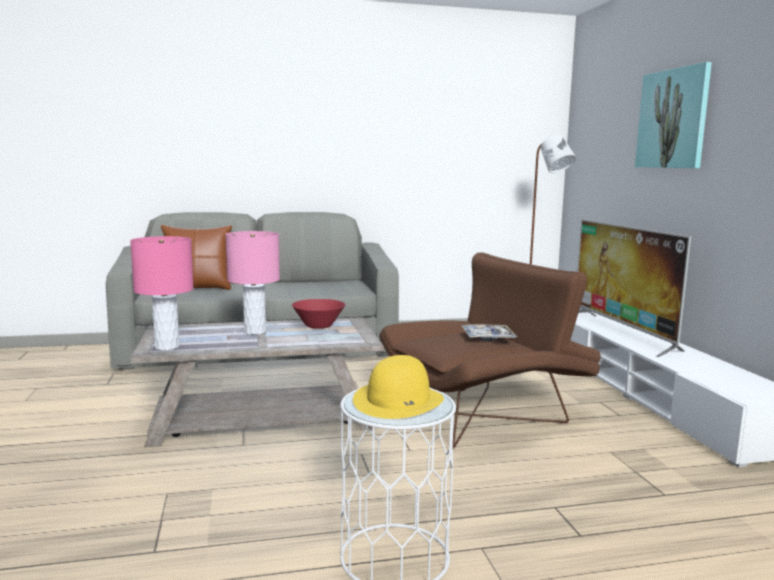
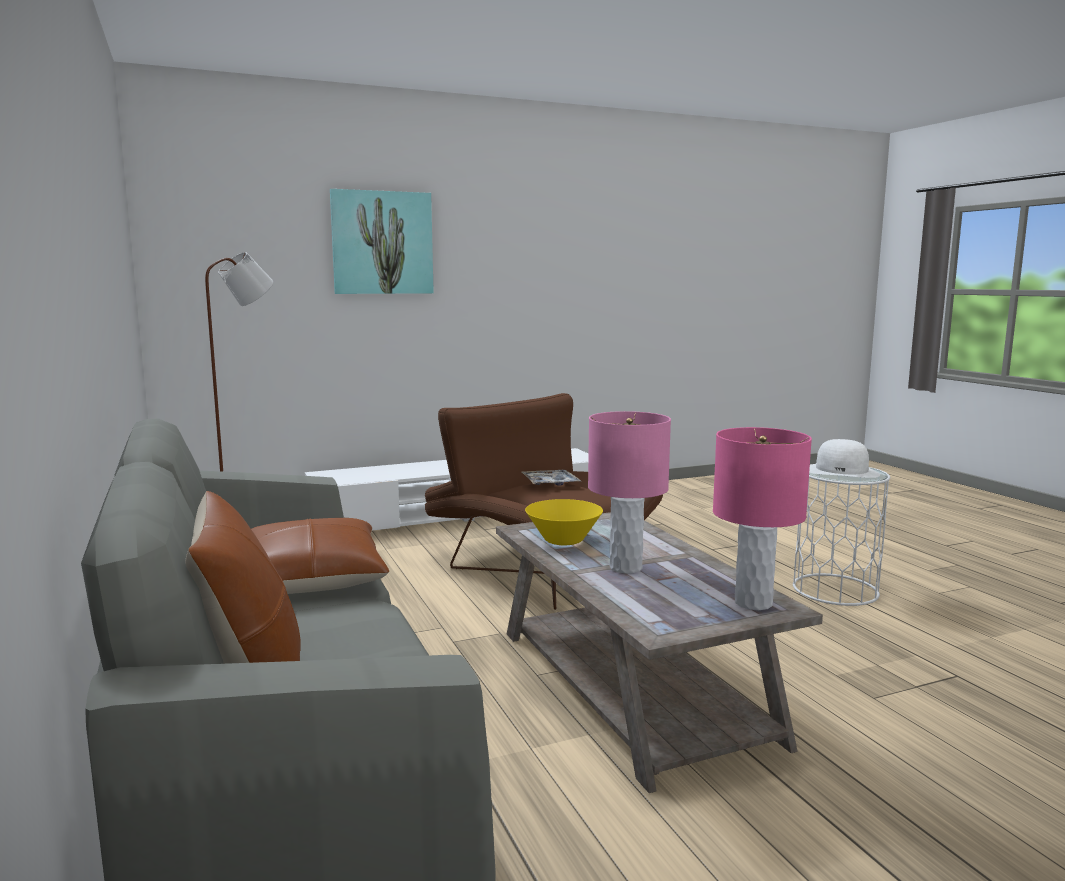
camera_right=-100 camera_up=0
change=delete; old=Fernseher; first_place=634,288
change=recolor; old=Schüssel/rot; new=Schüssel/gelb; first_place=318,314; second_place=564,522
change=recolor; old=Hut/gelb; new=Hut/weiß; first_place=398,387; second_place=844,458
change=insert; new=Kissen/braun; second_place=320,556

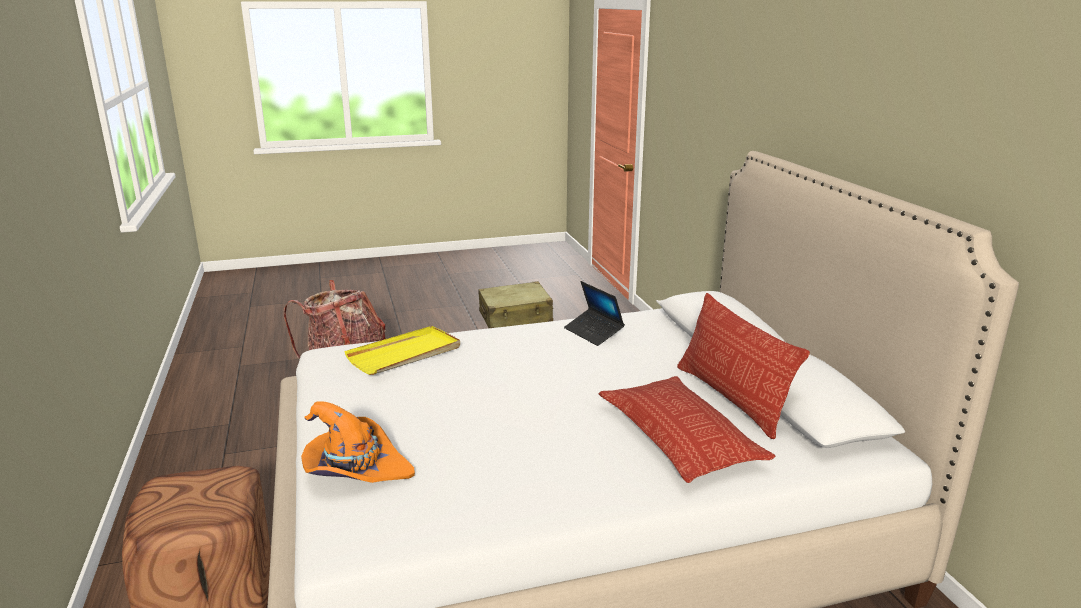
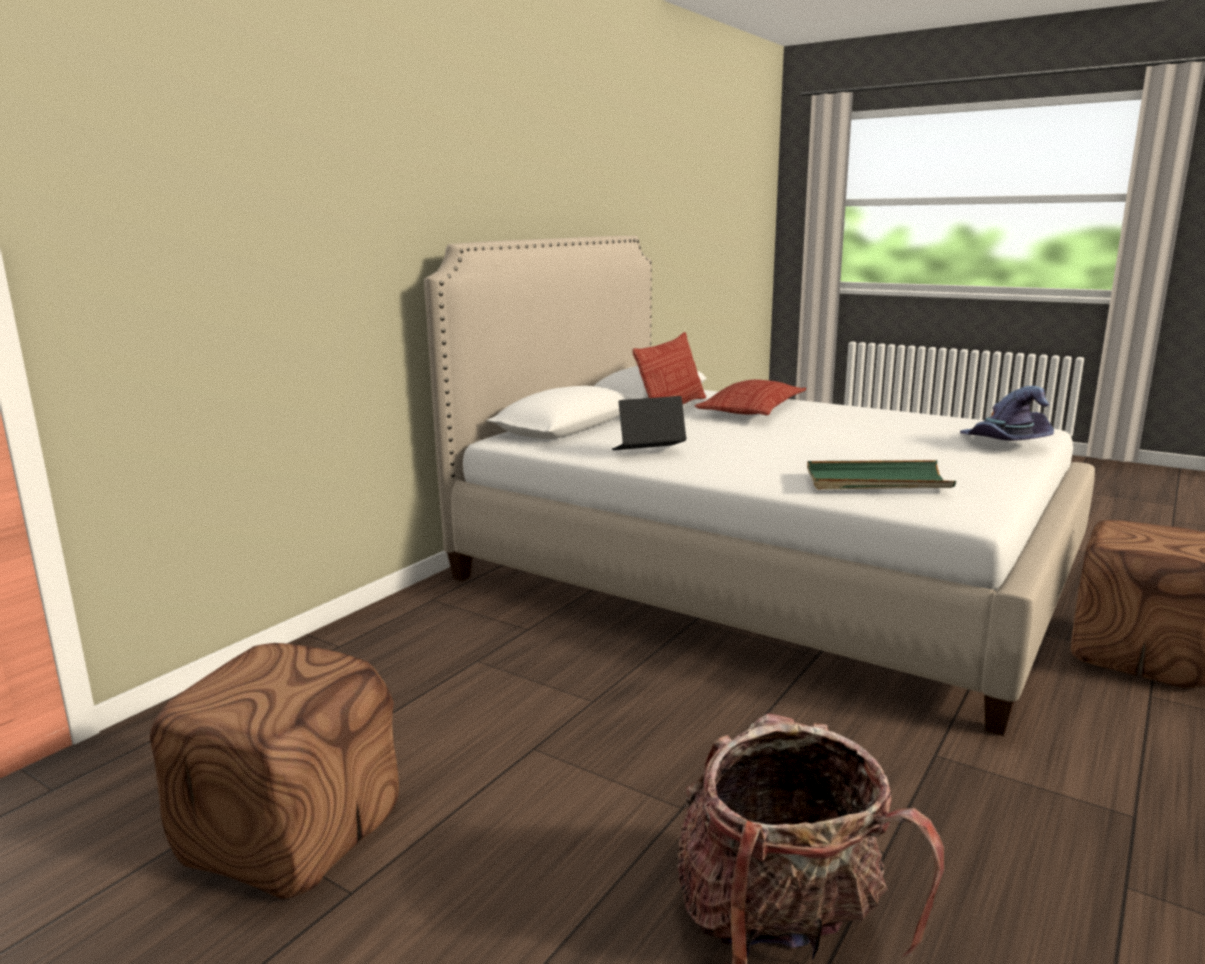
camera_right=-130 camera_up=-5
change=replace; old=Koffer/beige; new=Polsterhocker/braun; first_place=515,304; second_place=274,771
change=rotate; old=Laptop; first_place=594,313; second_place=649,423; degrees=-120
change=recolor; old=Tablett/gelb; new=Tablett/grün; first_place=402,350; second_place=881,474
change=recolor; old=Hut/orange; new=Hut/lila; first_place=358,442; second_place=1007,413

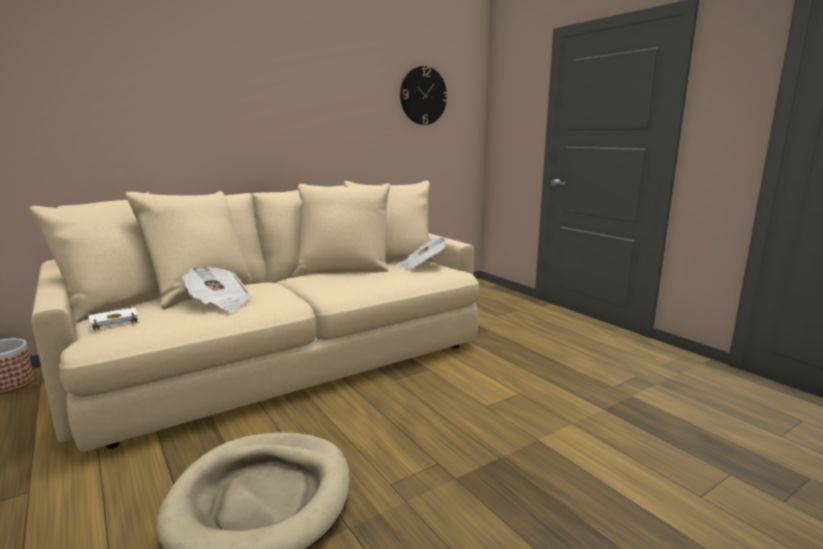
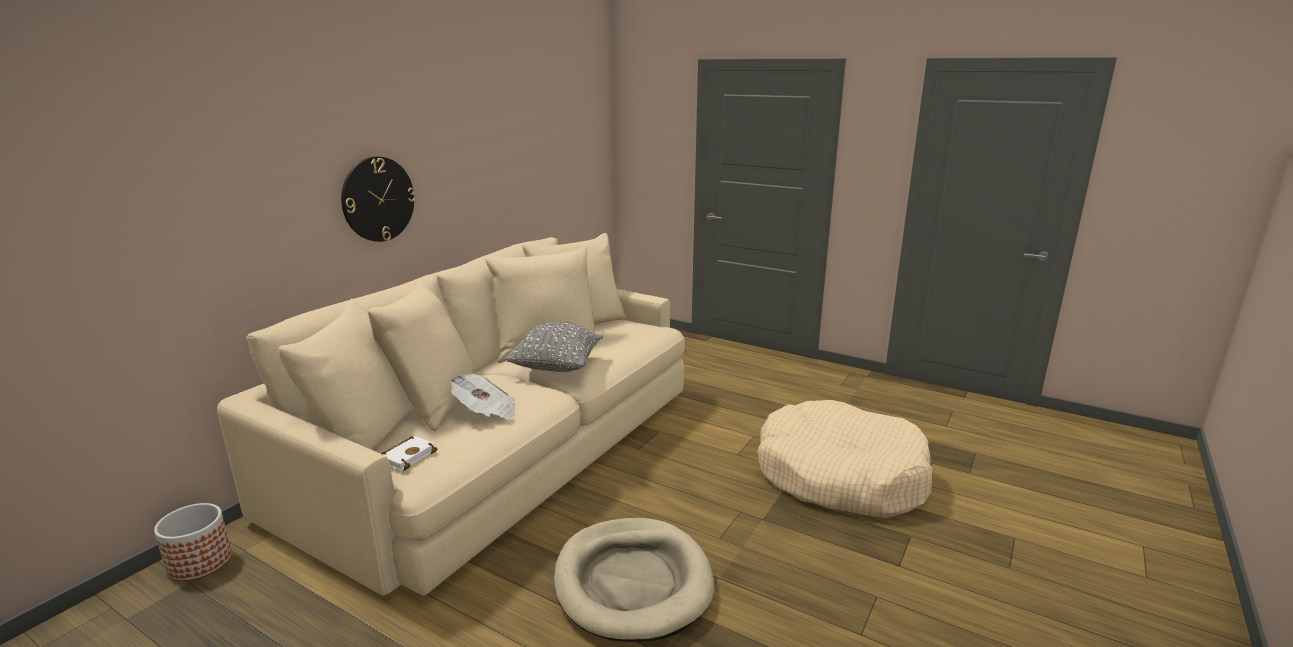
camera_right=-25 camera_up=5
change=move; old=Wanduhr; first_place=424,95; second_place=378,199
change=delete; old=Zeitung; first_place=421,253
change=insert; new=Kissen/grau; second_place=553,347
change=insert; new=Hundebett/beige; second_place=844,459

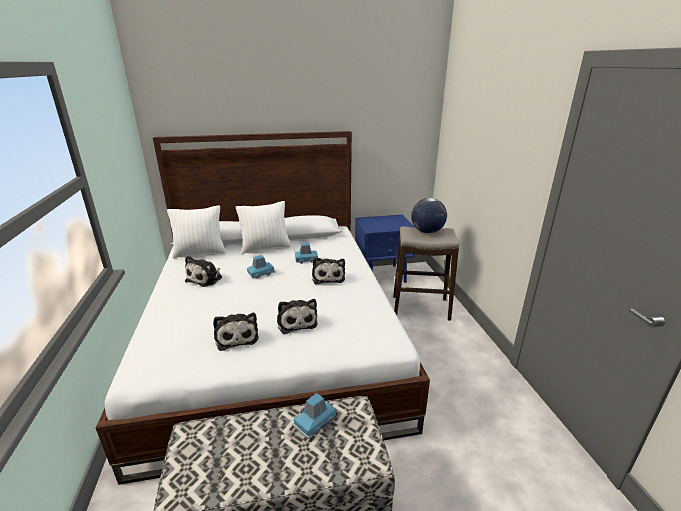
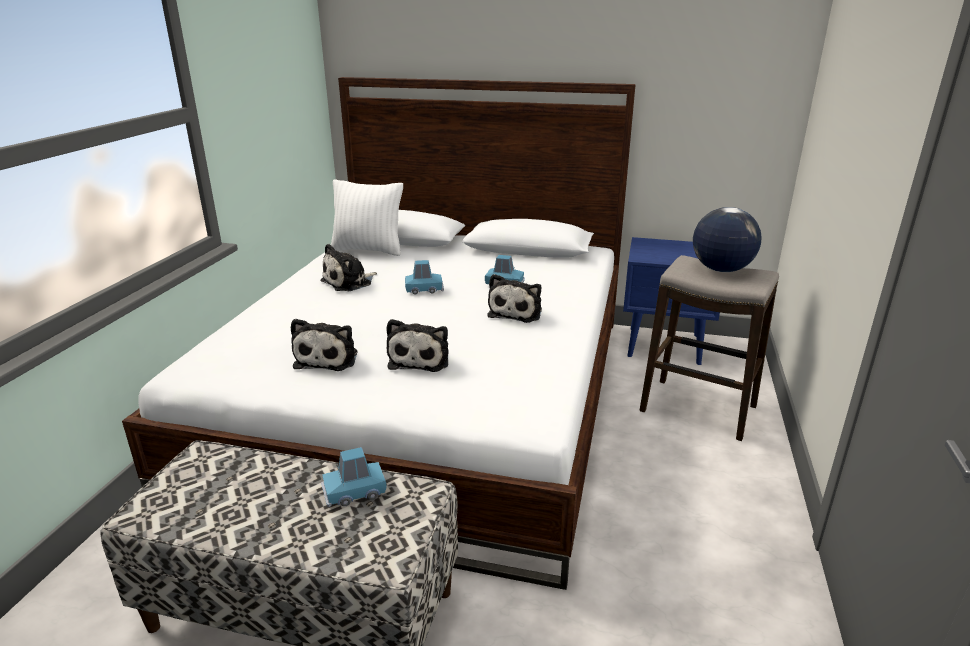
camera_right=25 camera_up=0
change=delete; old=Kissen/weiß; first_place=263,227

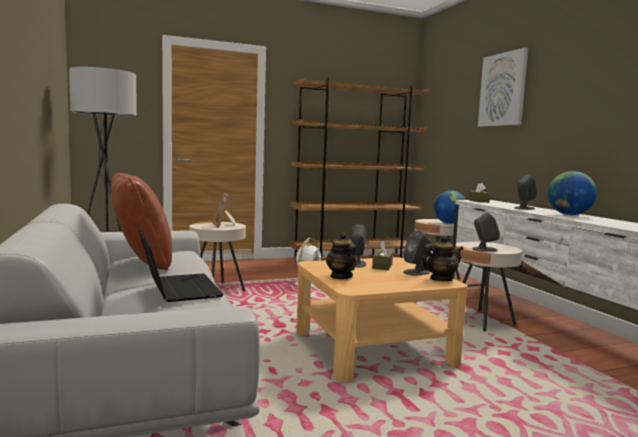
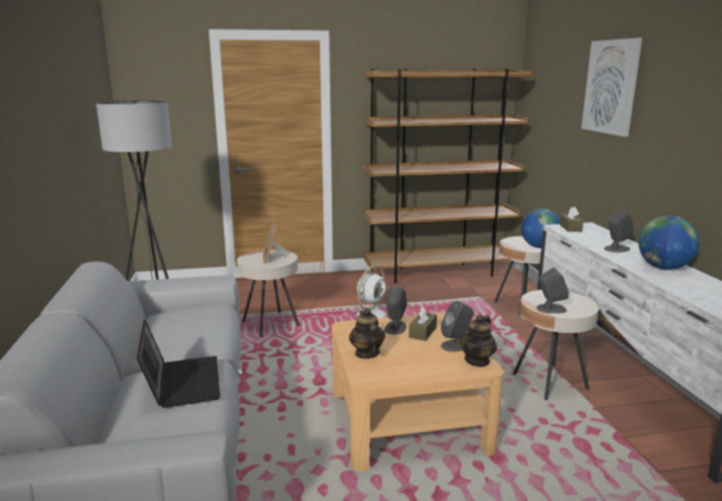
camera_right=10 camera_up=10
change=delete; old=Kissen/braun; first_place=141,221
change=rotate; old=Teekanne; first_place=442,258; second_place=478,341; degrees=135

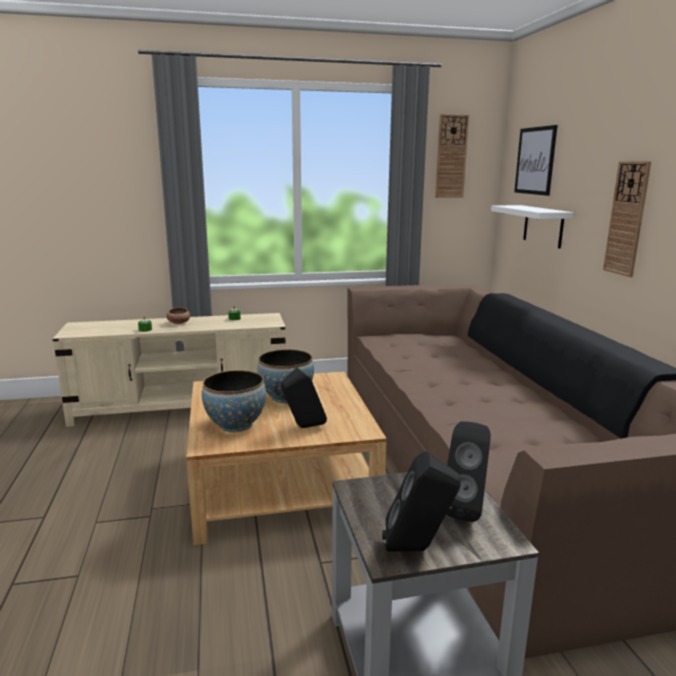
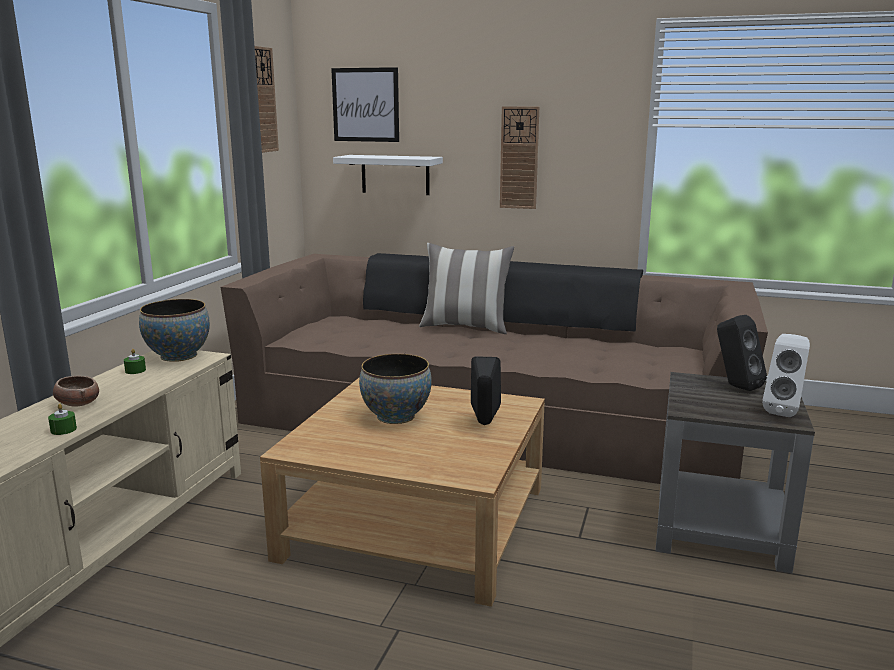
camera_right=-60 camera_up=0
change=move; old=Schüssel; first_place=234,401; second_place=174,330
change=recolor; old=Lautsprecher/schwarz; new=Lautsprecher/weiß; first_place=421,501; second_place=786,375
change=insert; new=Kissen; second_place=466,288

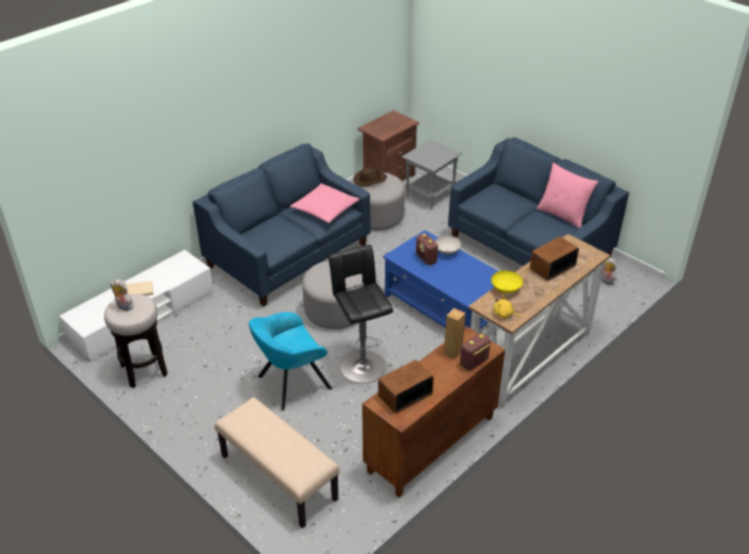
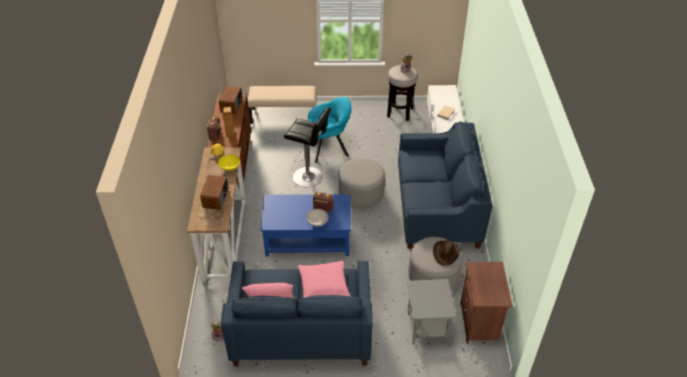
camera_right=135 camera_up=5
change=move; old=Kissen/rosa; first_place=325,203; second_place=324,279
change=rotate; old=Sessel/türkis; first_place=291,361; second_place=329,130; degrees=60

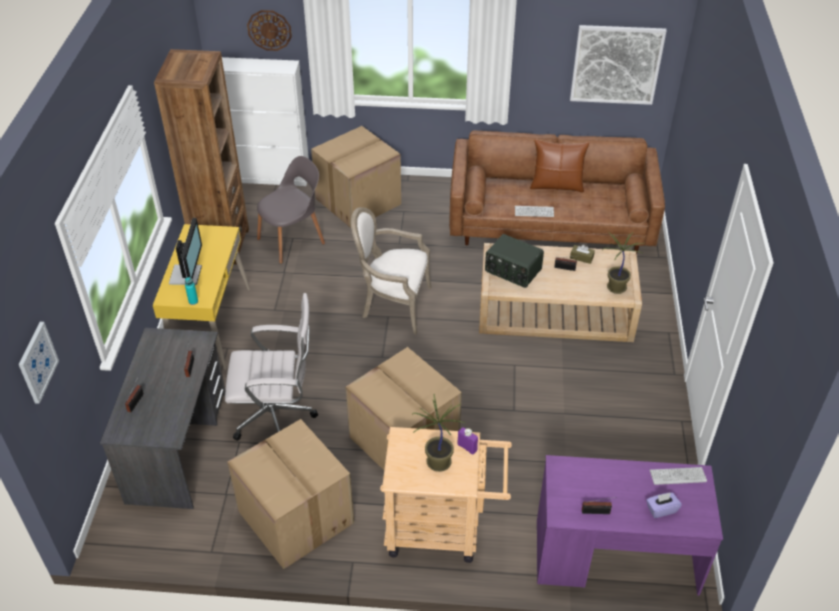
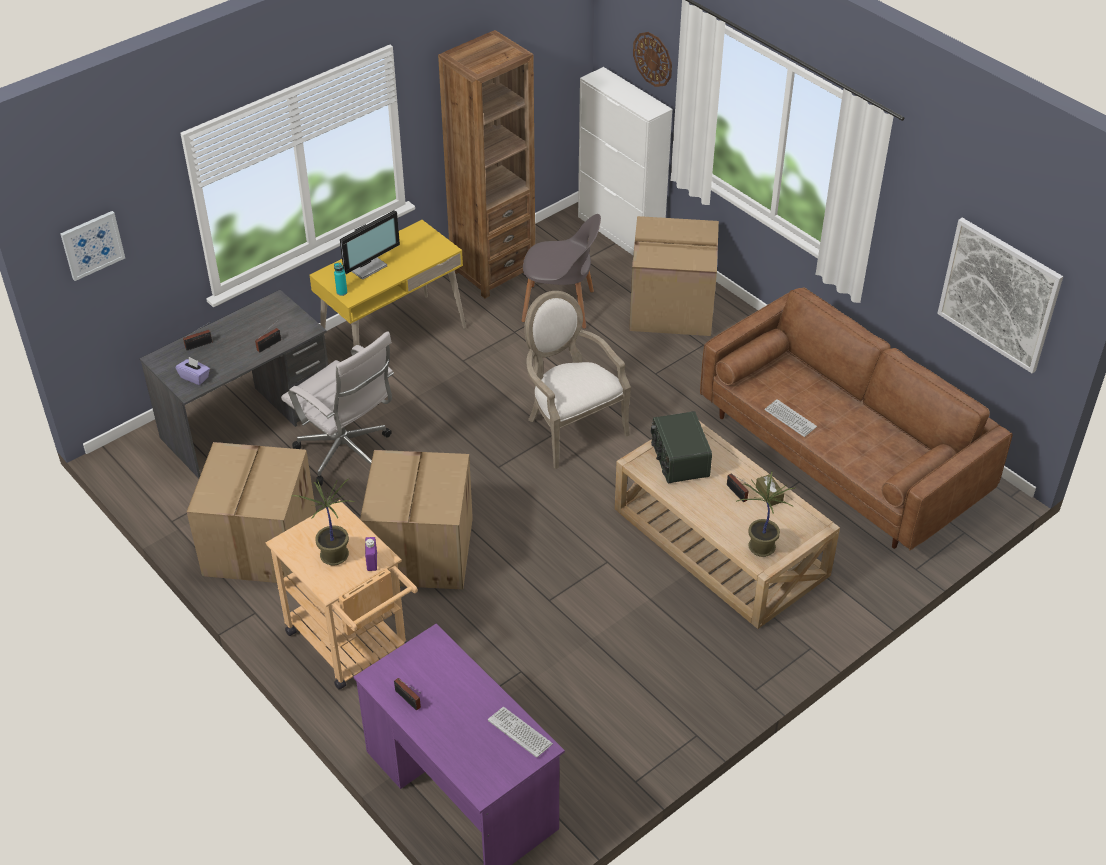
camera_right=45 camera_up=0
change=delete; old=Kissen/braun; first_place=559,166
change=move; old=Taschentuchbox/lila; first_place=664,505; second_place=193,371

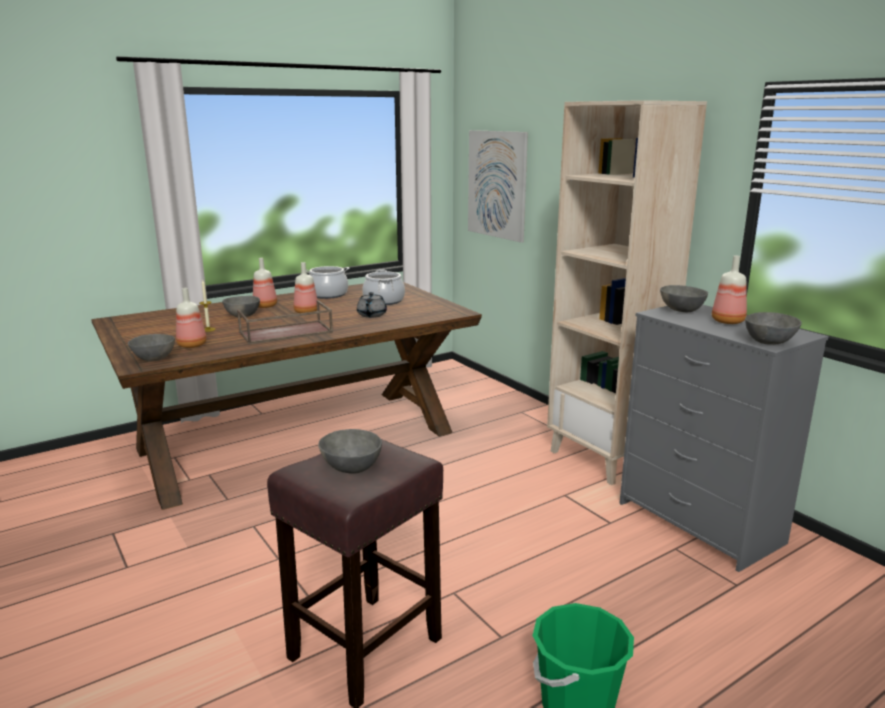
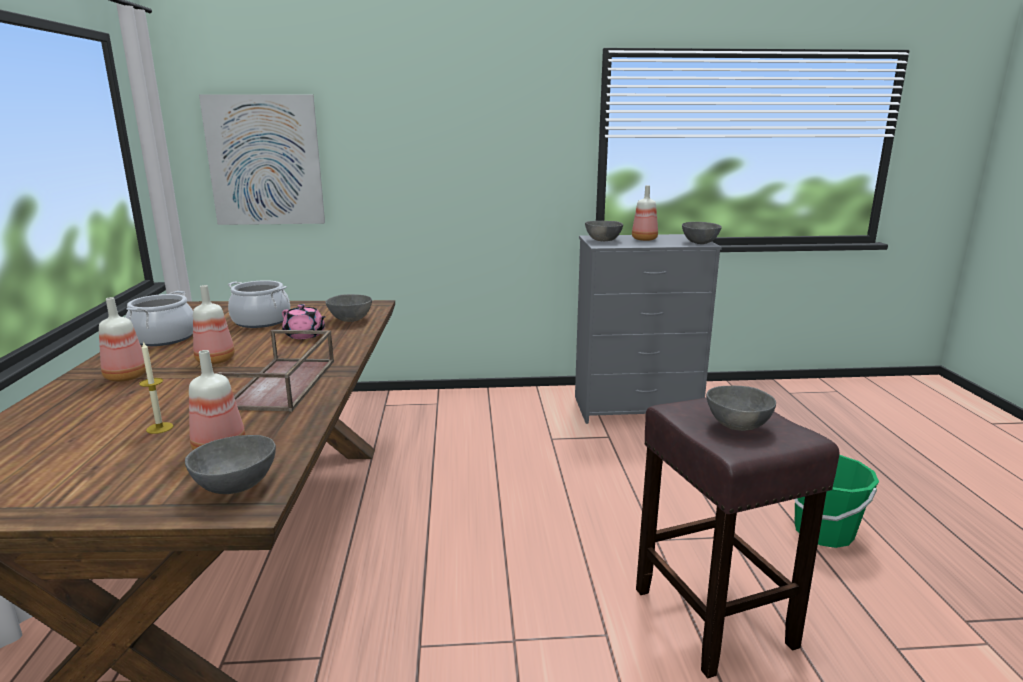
camera_right=-60 camera_up=0
change=delete; old=Bücherregal/beige; first_place=627,292
change=recolor; old=Teekanne/grau; new=Teekanne/rosa; first_place=372,305; second_place=304,321
change=move; old=Schüssel/grau; first_place=241,306; second_place=348,308

